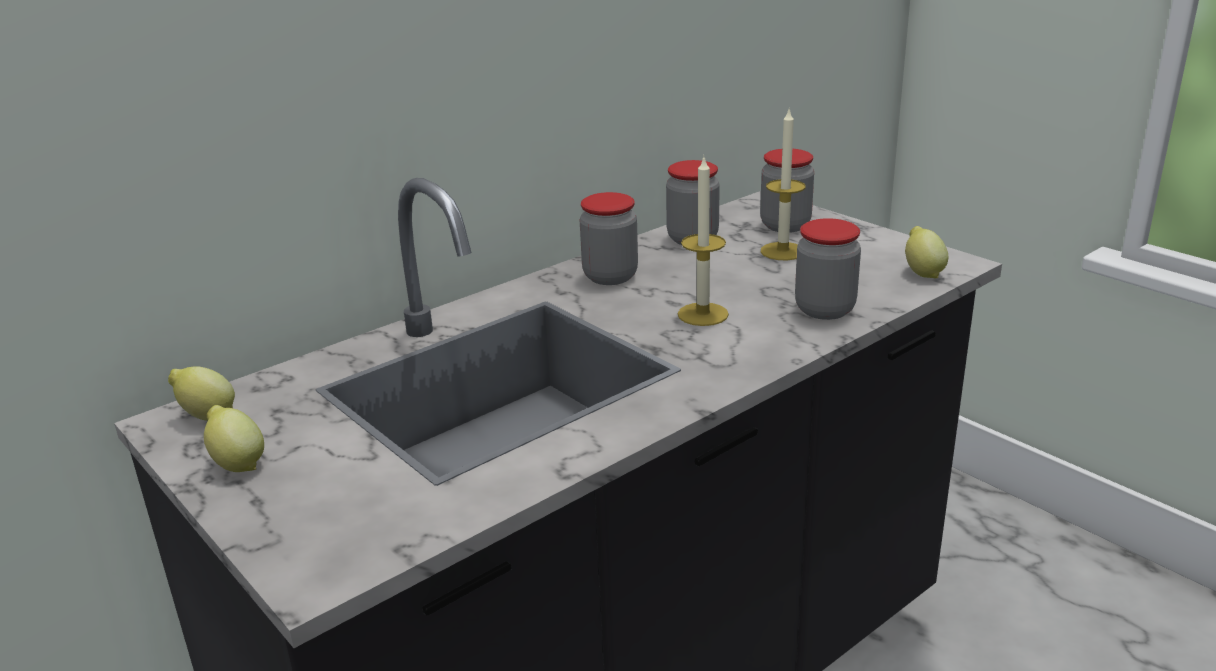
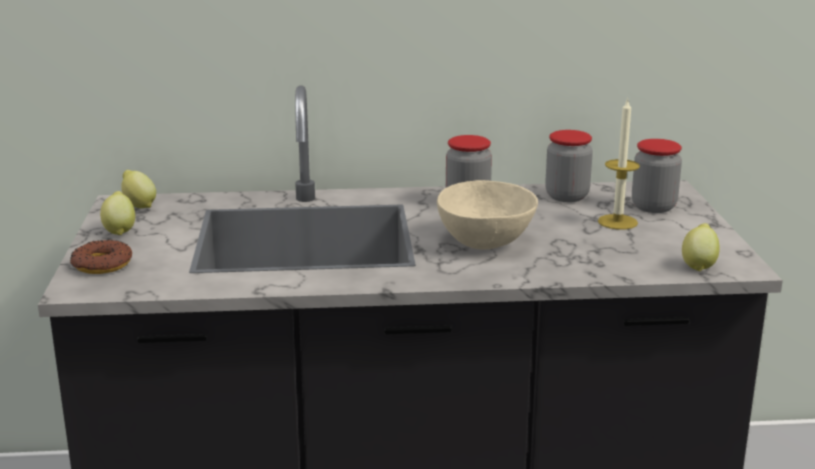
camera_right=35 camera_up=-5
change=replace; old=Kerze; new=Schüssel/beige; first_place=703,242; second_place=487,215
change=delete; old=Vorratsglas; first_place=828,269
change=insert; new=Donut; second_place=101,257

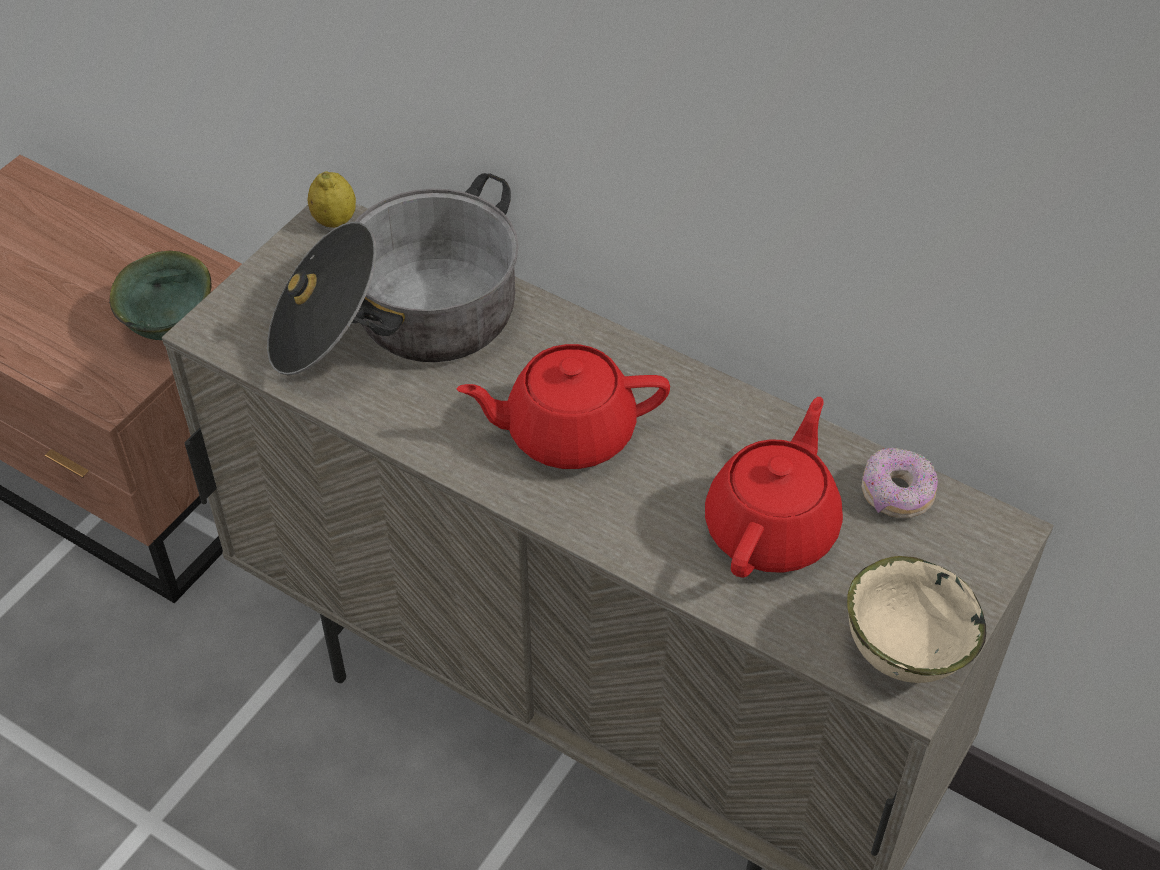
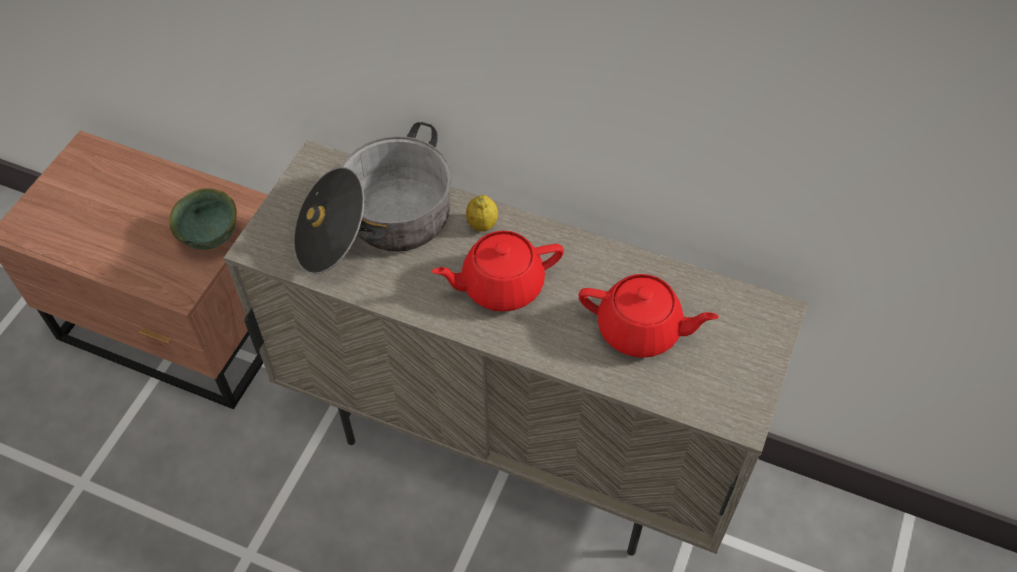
camera_right=-10 camera_up=5
change=move; old=Zitrone; first_place=332,199; second_place=482,213
change=rotate; old=Teekanne/rot; first_place=774,487; second_place=649,316; degrees=90
change=delete; old=Donut; first_place=899,482
change=delete; old=Schüssel/beige; first_place=916,619

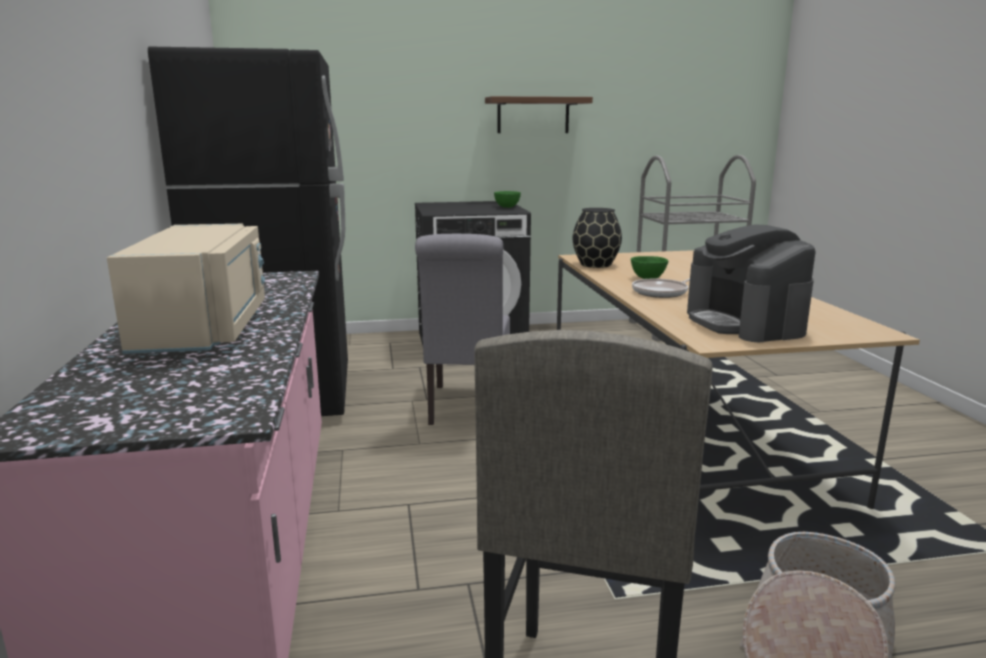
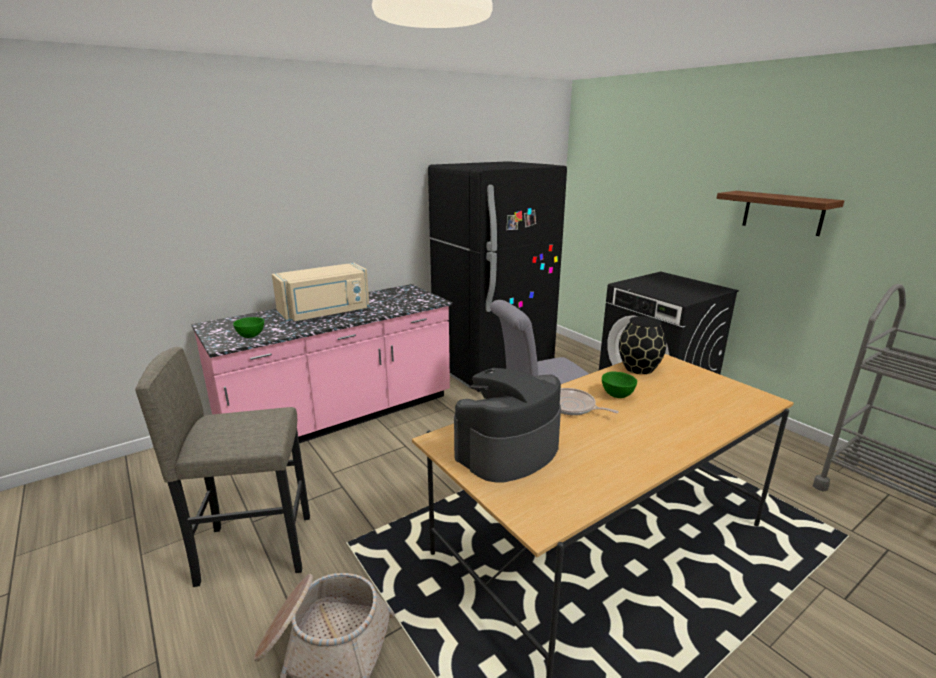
camera_right=65 camera_up=5
change=move; old=Schüssel/grün; first_place=507,199; second_place=248,327

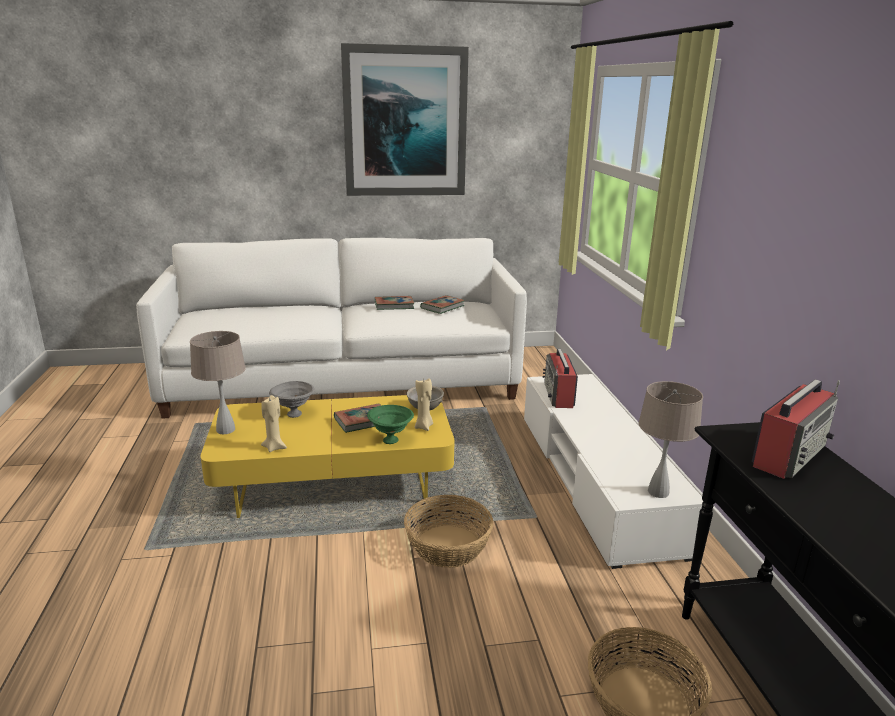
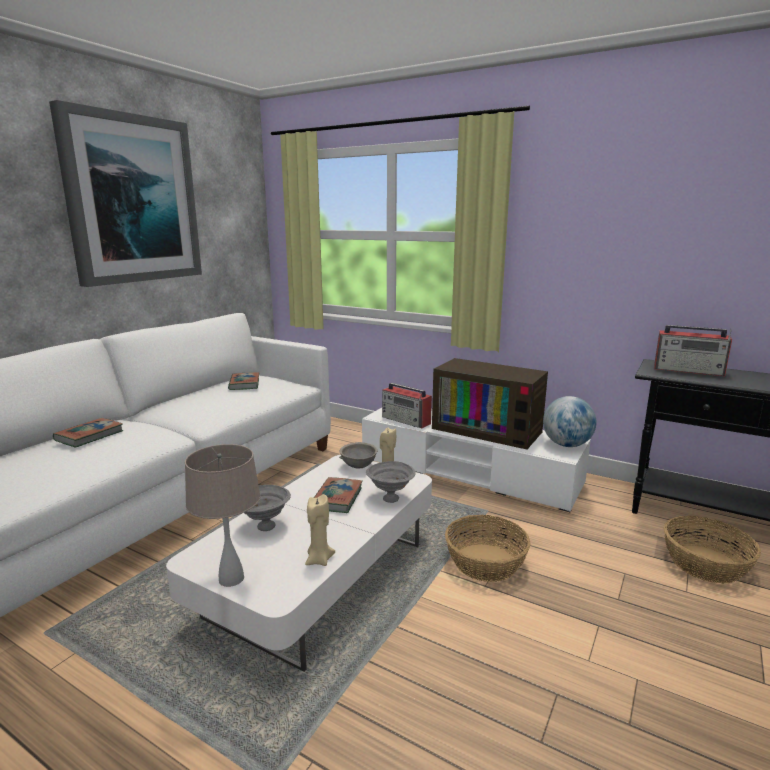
camera_right=-50 camera_up=-5
change=move; old=Buch; first_place=395,303; second_place=88,433
change=rotate; old=Radio; first_place=796,429; second_place=693,350; degrees=120
change=replace; old=Tischlampe/beige; new=Globus; first_place=670,439; second_place=569,421
change=recolor; old=Couchtisch/gelb; new=Couchtisch/weiß; first_place=327,456; second_place=299,563
change=recolor; old=Schüssel/grün; new=Schüssel/grau; first_place=390,424; second_place=391,482
change=insert; new=Fernseher; second_place=490,403

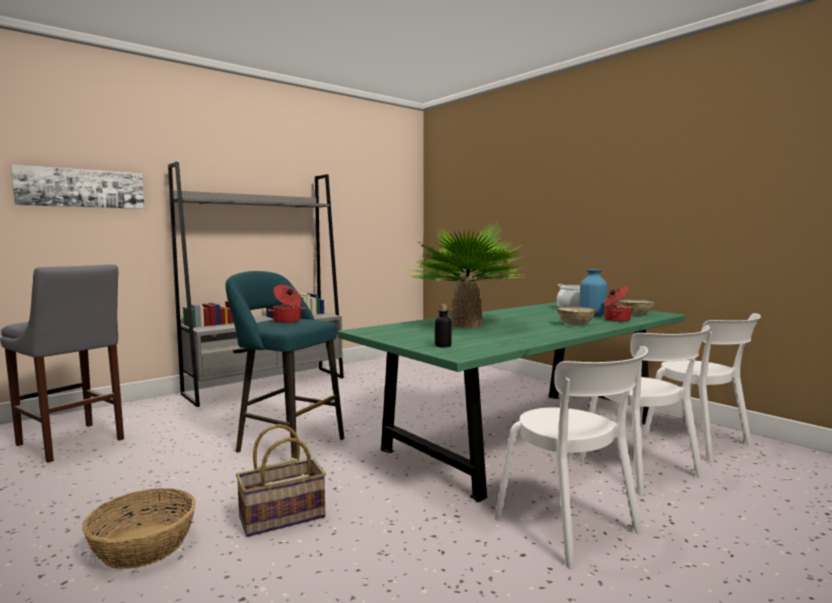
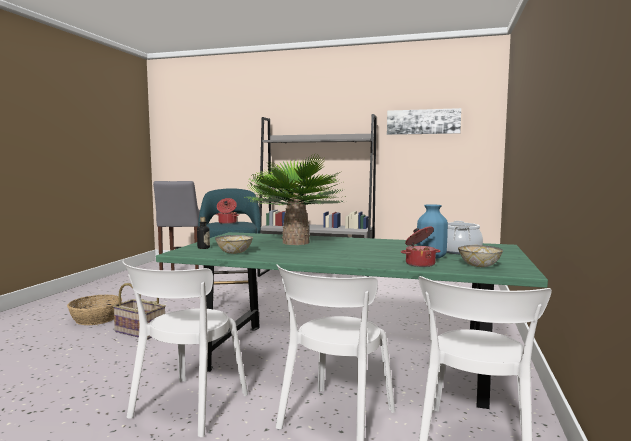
camera_right=55 camera_up=0
change=move; old=Bild; first_place=77,186; second_place=424,121
change=move; old=Schüssel; first_place=576,316; second_place=234,244

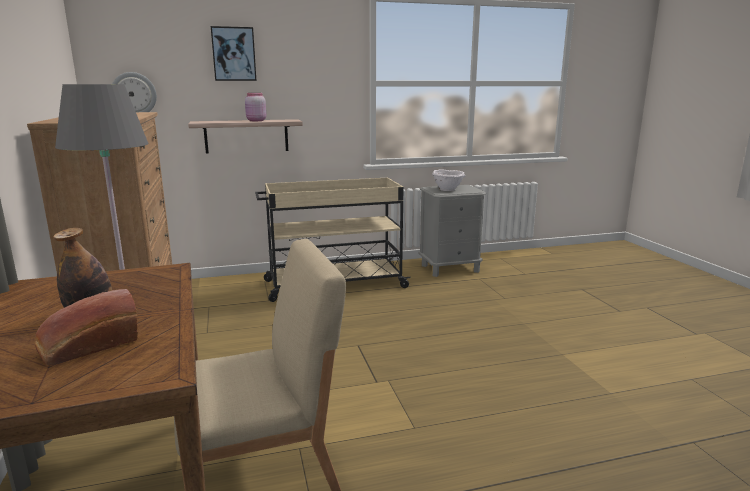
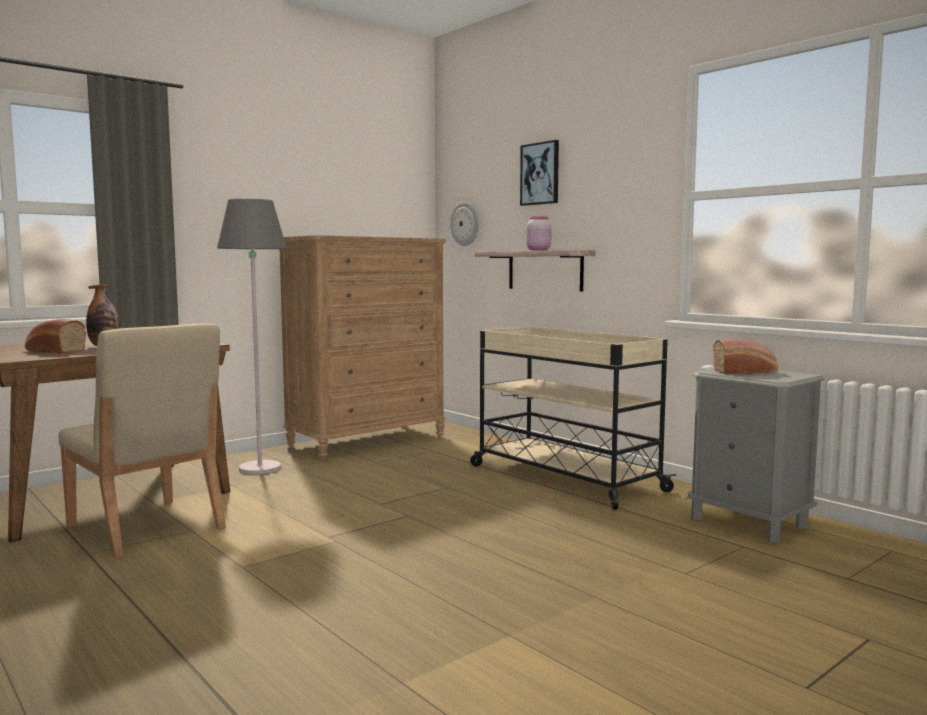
camera_right=65 camera_up=-10
change=replace; old=Schüssel/weiß; new=Brot; first_place=448,180; second_place=745,356

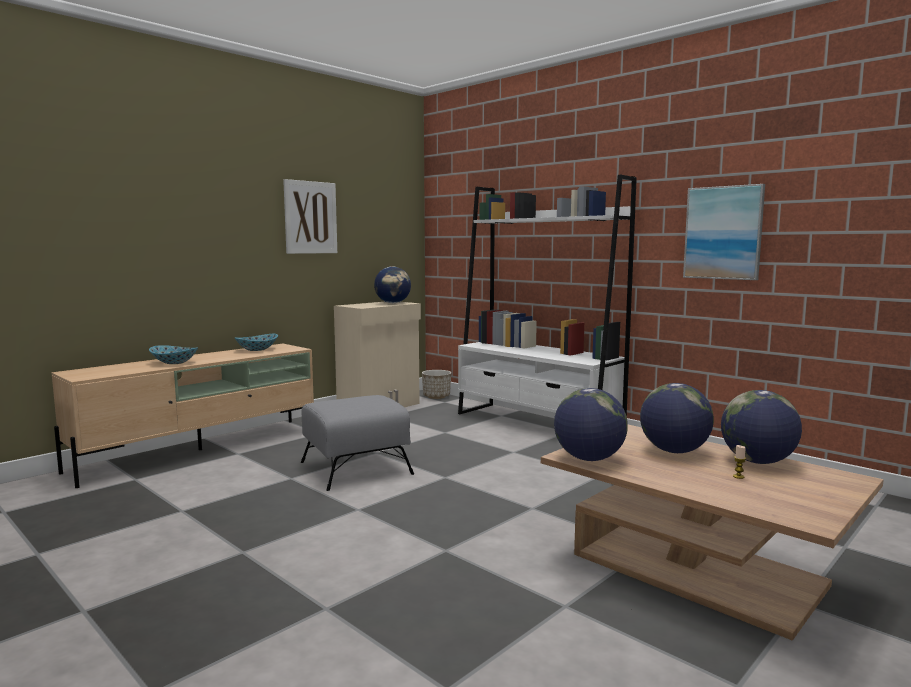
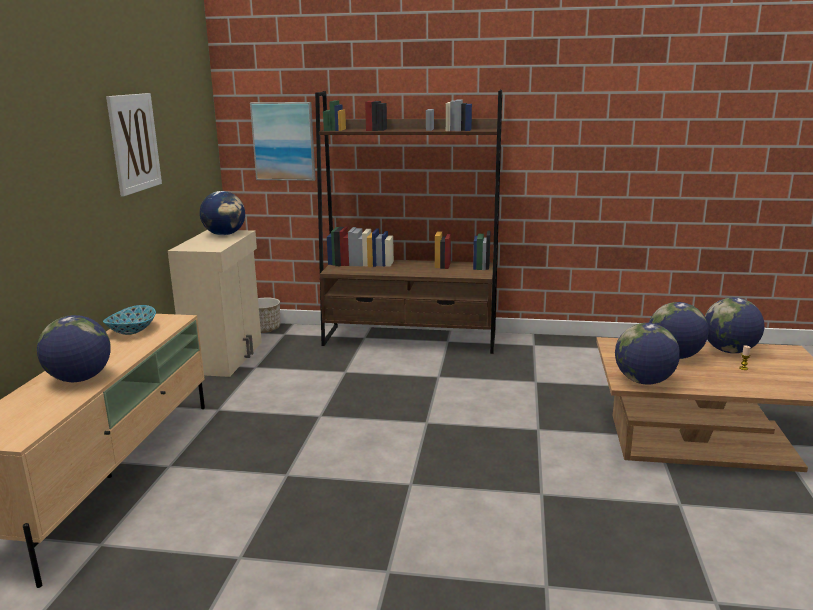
camera_right=-35 camera_up=10
change=recolor; old=Bücherregal/weiß; new=Bücherregal/braun; first_place=547,295; second_place=408,221
change=move; old=Bild; first_place=724,232; second_place=283,141
change=replace; old=Schüssel; new=Globus; first_place=173,354; second_place=74,348
change=delete; old=Polsterhocker/grau; first_place=357,443

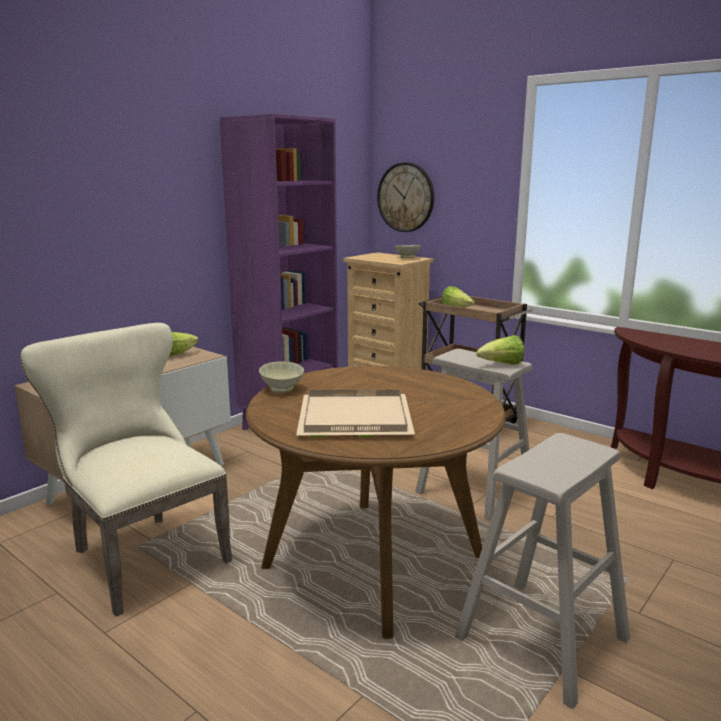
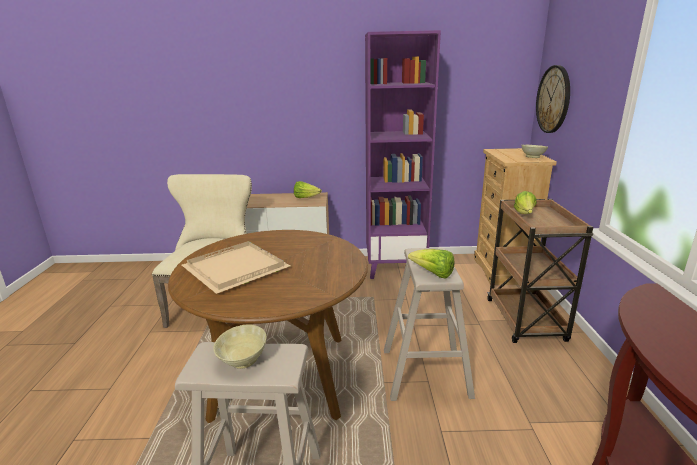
camera_right=50 camera_up=5
change=move; old=Schüssel/beige; first_place=281,377; second_place=240,346

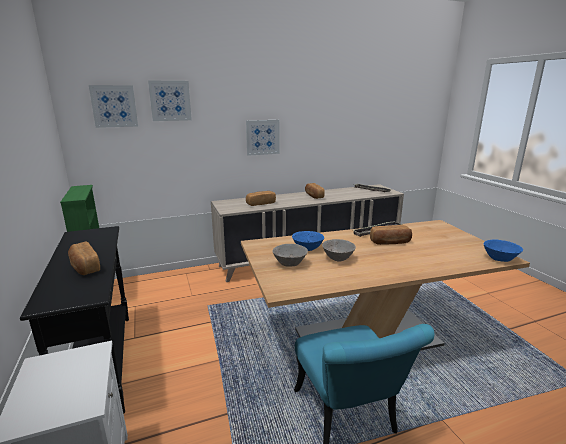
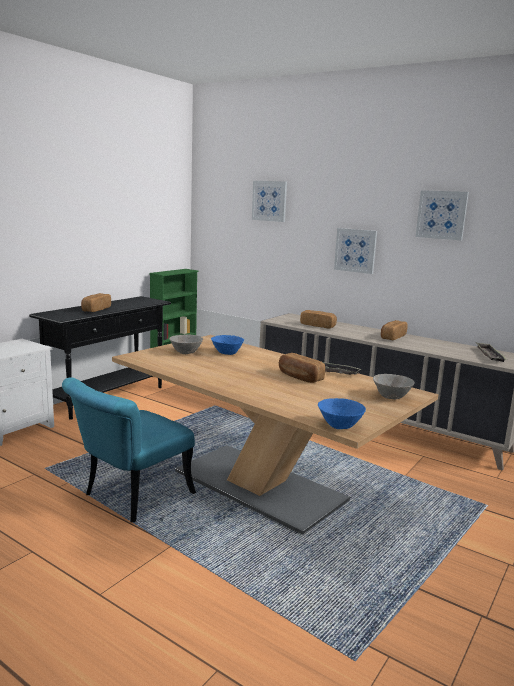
camera_right=55 camera_up=-5
change=move; old=Bild; first_place=113,106; second_place=442,215
change=move; old=Schüssel/grau; first_place=339,250; second_place=394,386

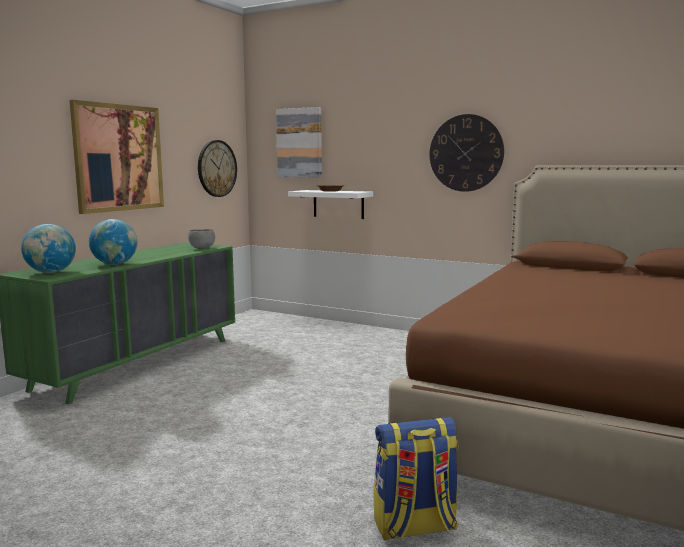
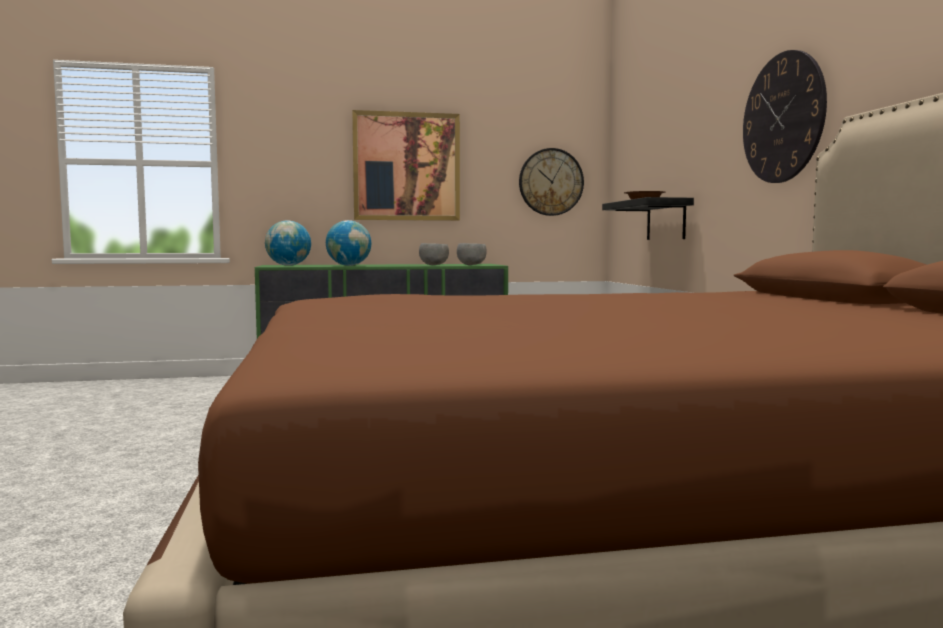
camera_right=50 camera_up=-5
change=delete; old=Bild; first_place=299,142
change=recolor; old=Wandregal/weiß; new=Wandregal/schwarz; first_place=330,204; second_place=648,218
change=delete; old=Rucksack; first_place=416,479
change=insert; new=Schüssel/grau; second_place=434,254

